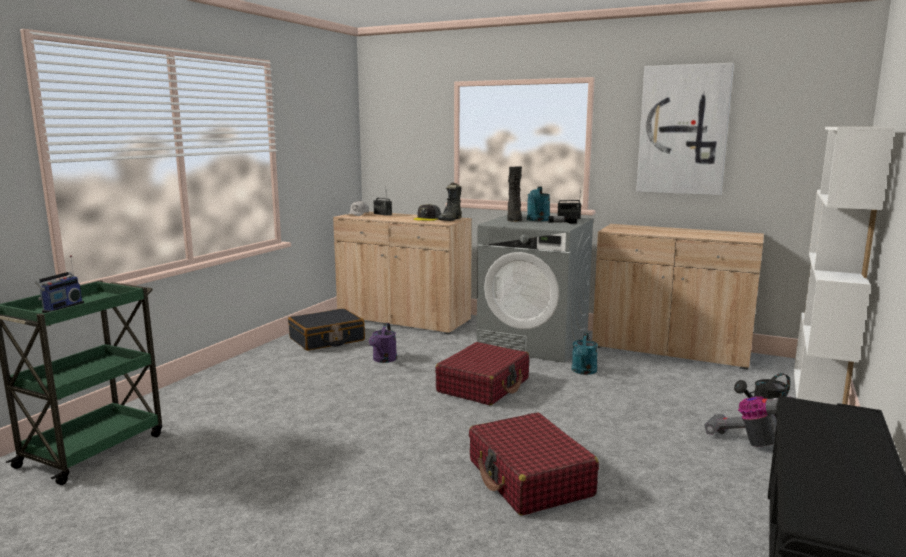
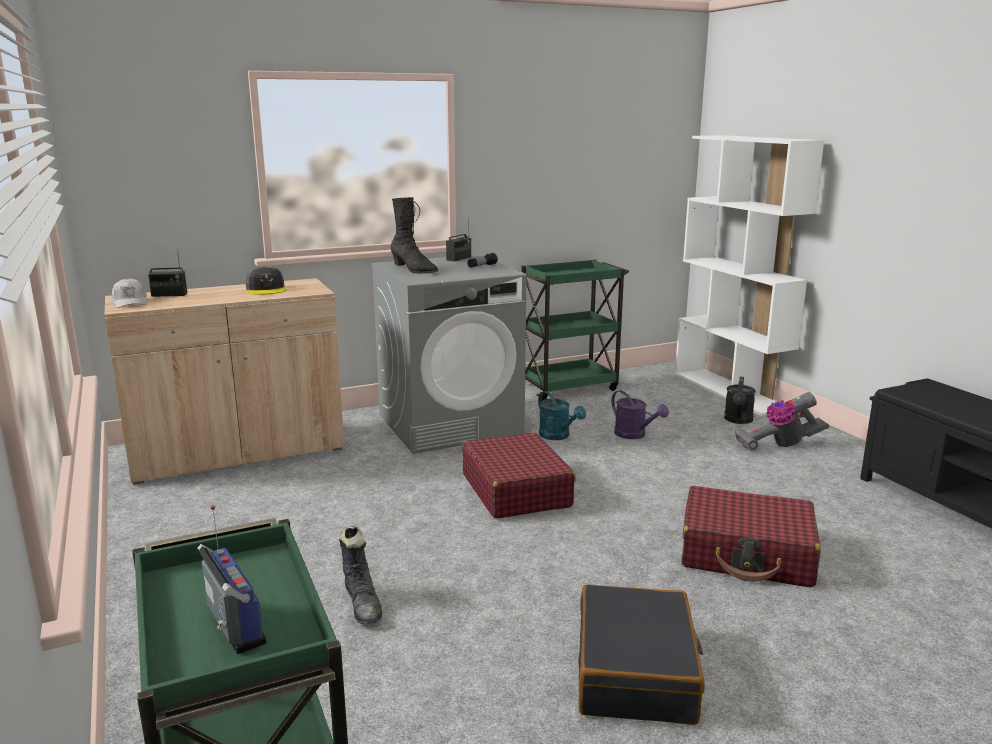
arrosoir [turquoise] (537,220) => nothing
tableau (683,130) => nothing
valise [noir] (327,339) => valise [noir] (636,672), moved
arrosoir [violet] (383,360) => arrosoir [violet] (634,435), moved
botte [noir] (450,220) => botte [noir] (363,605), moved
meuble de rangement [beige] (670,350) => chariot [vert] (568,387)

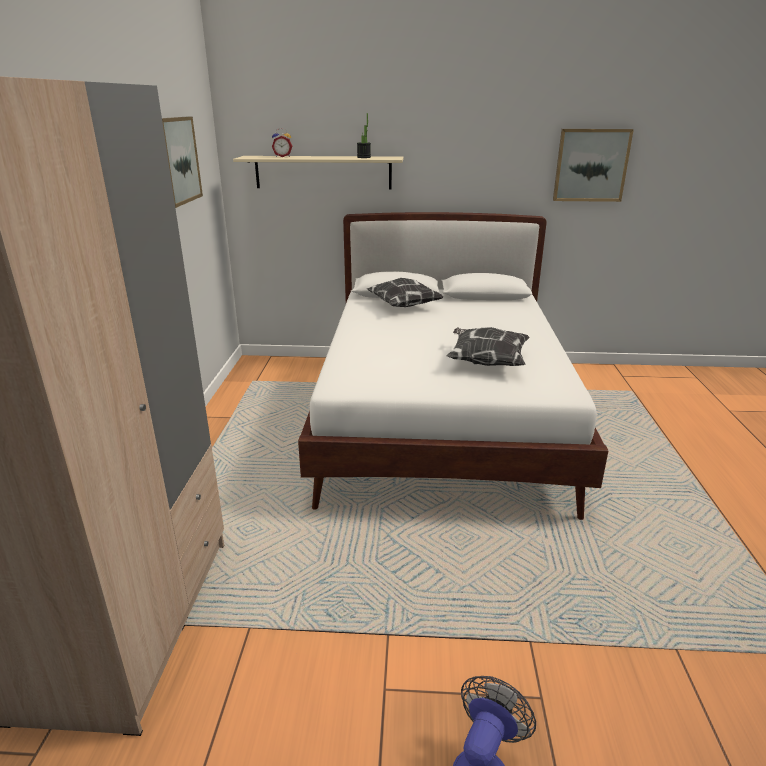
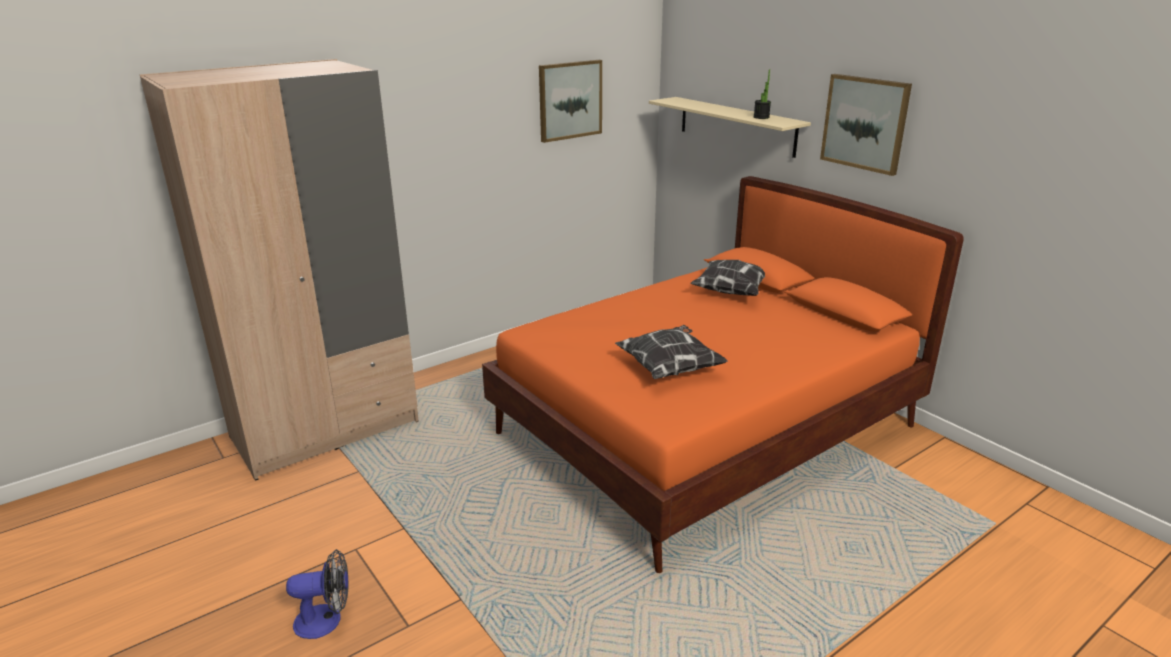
réveil (283,156) => nothing
tableau (591,165) => tableau (865,123), moved
lit [blanc] (441,421) => lit [orange] (706,430)

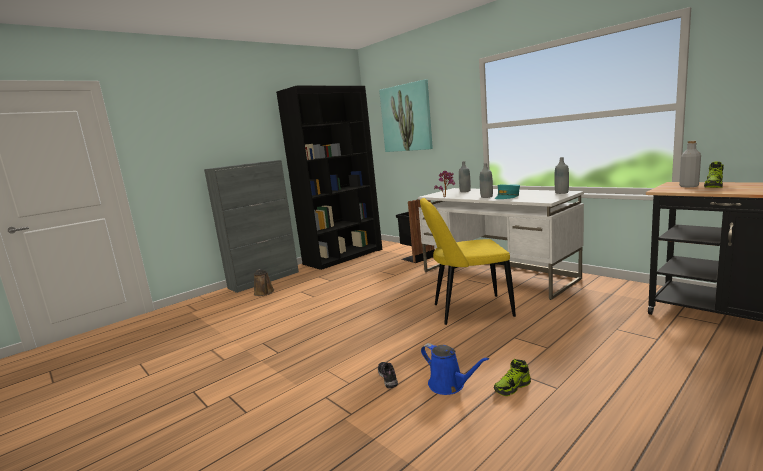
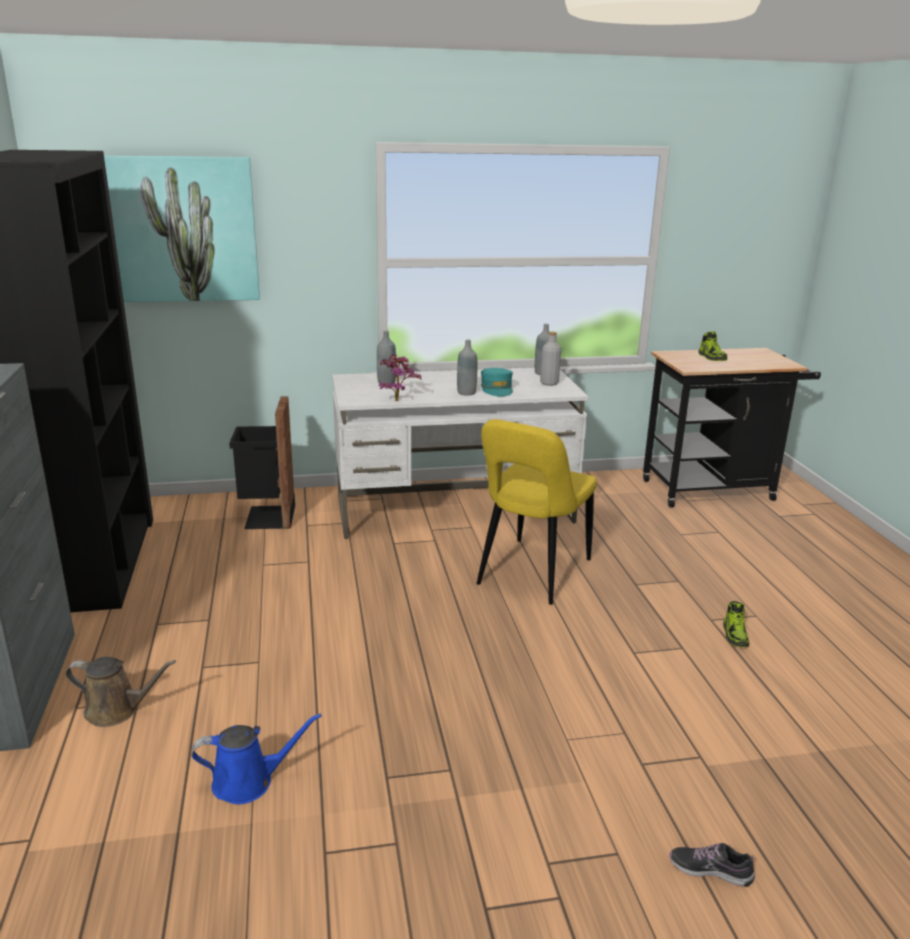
chaussure (388,378) => chaussure (710,870), moved
arrosoir [bleu] (449,385) => arrosoir [bleu] (249,782), moved
bouteille [gris] (689,186) => bouteille [gris] (549,383), moved

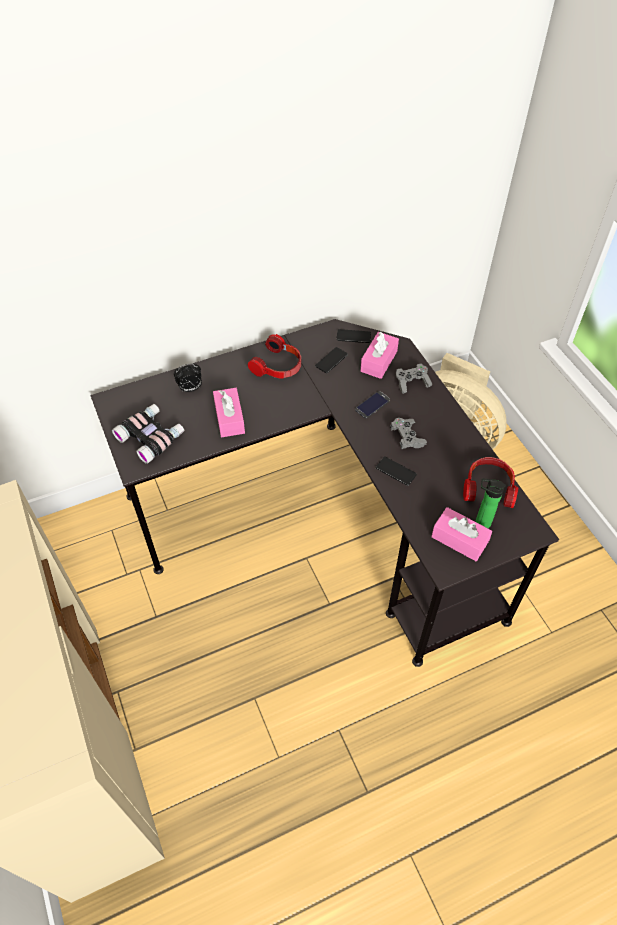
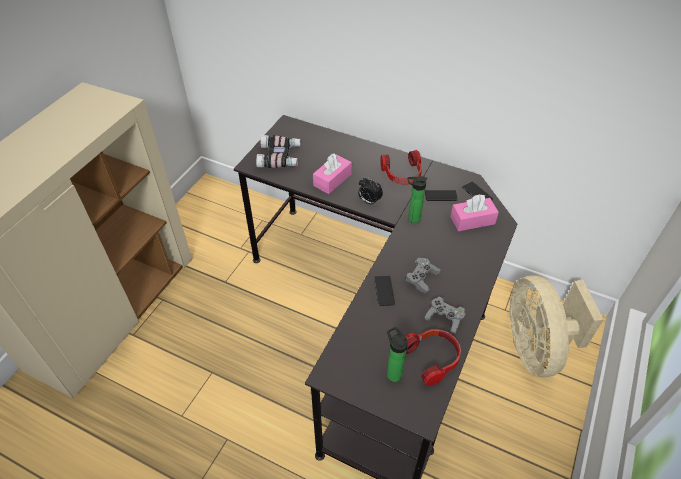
téléphone (372,405) => nothing
boîte à mouchoirs [rose] (459,539) => nothing
nothing => bouteille (412,218)
réveil (190,389) => réveil (369,201), moved
manette [gris] (412,383) => manette [gris] (444,318), moved

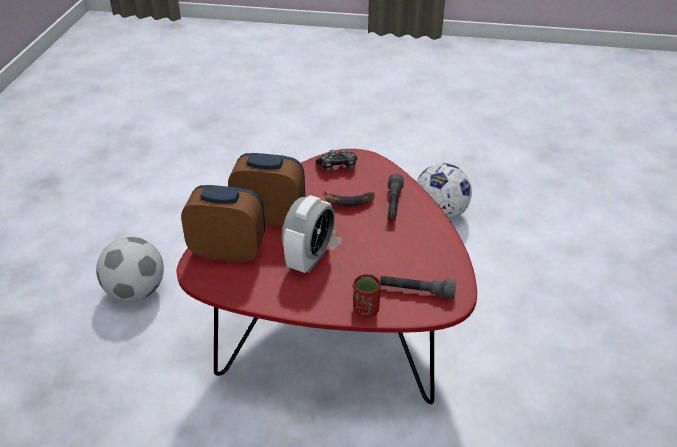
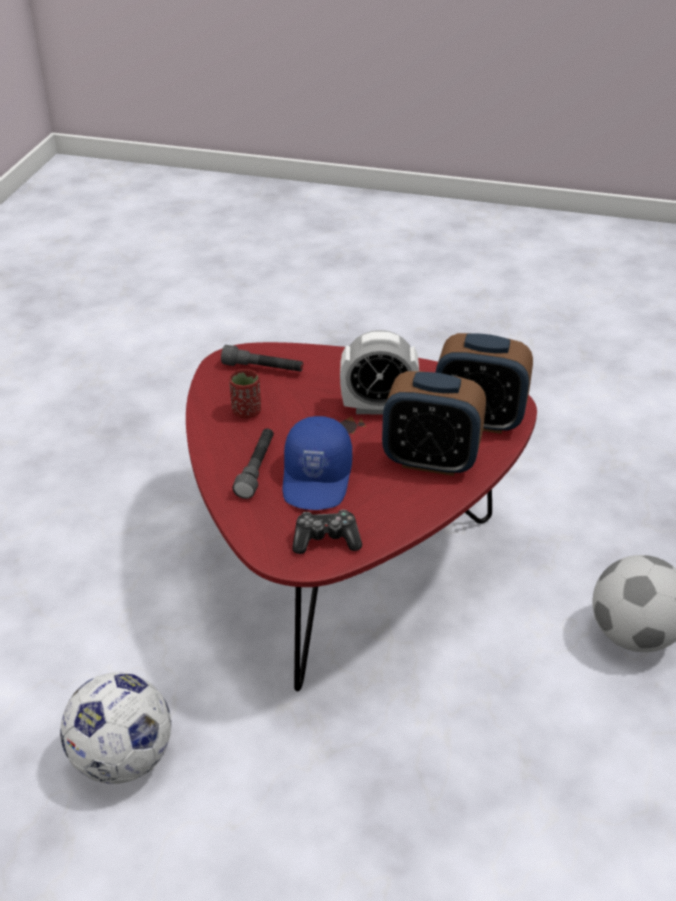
tasse [rouge] (366,310) => tasse [rouge] (246,412), moved
banane (349,201) => casquette [bleu] (318,478)
réveil (309,258) => réveil (378,407), 120 degrees counterclockwise

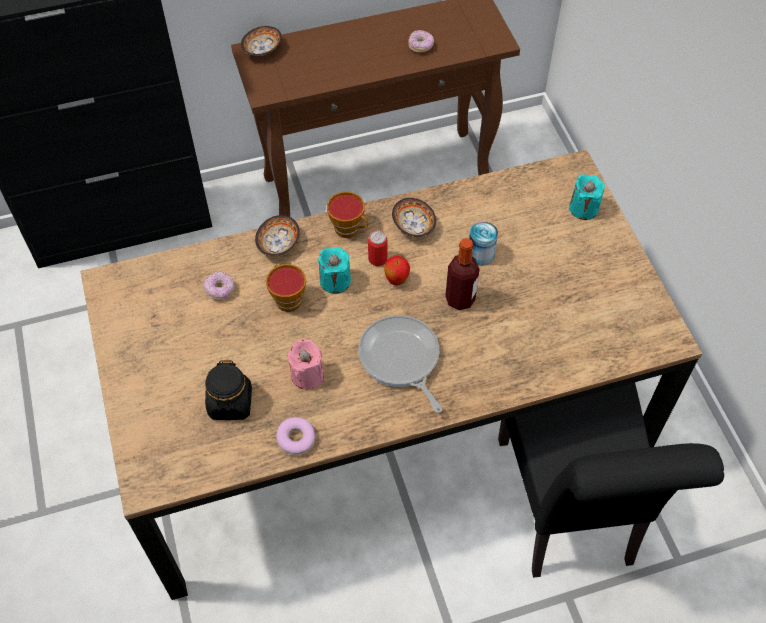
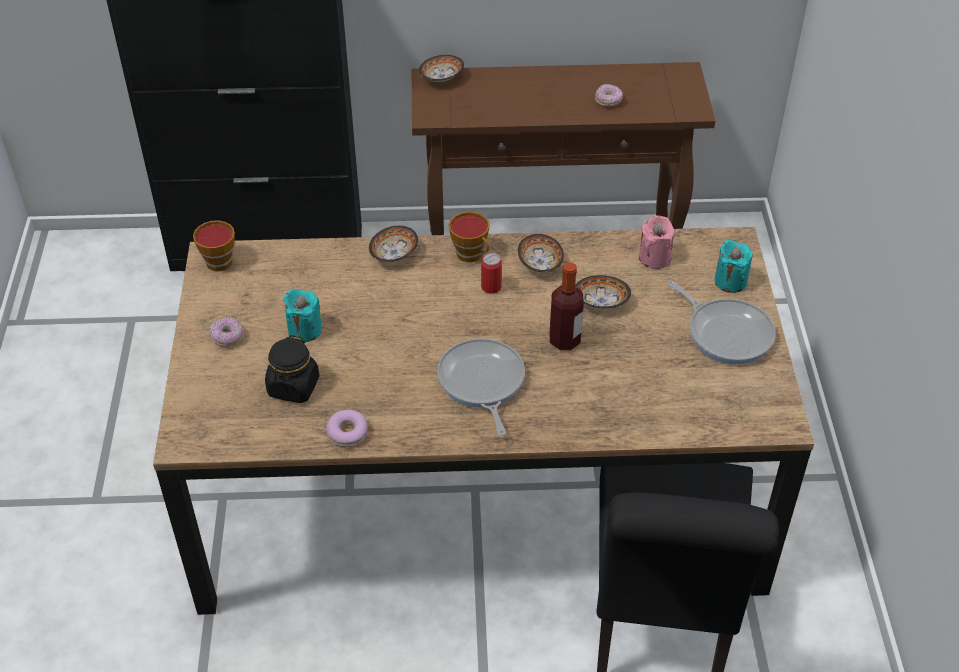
pomme (396,280) => nothing
nothing => poêle (726,333)
beignet (220,290) => beignet (227,337), moved
tasse (287,299) => tasse (218,260), moved
bougie [rose] (307,375) => bougie [rose] (654,258), moved
bougie [turquoise] (335,281) => bougie [turquoise] (304,330), moved
boîte métallique (480,254) => bol (602,303)

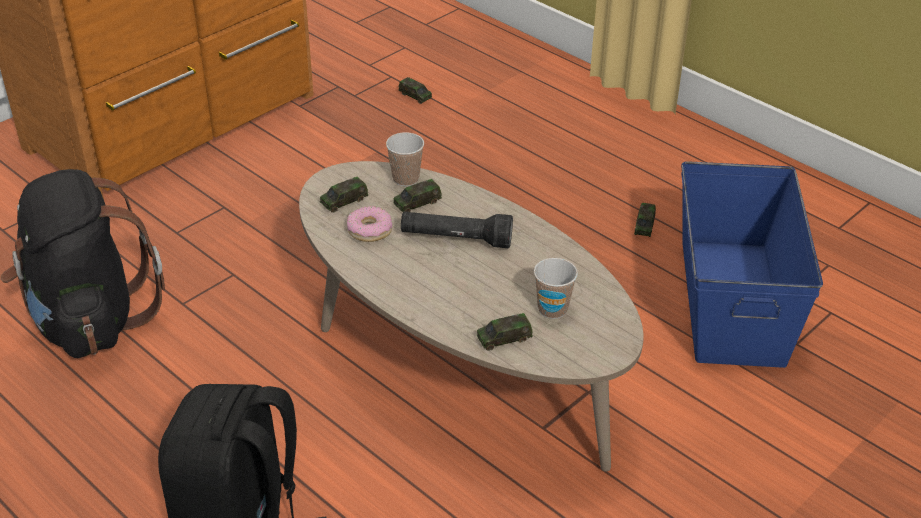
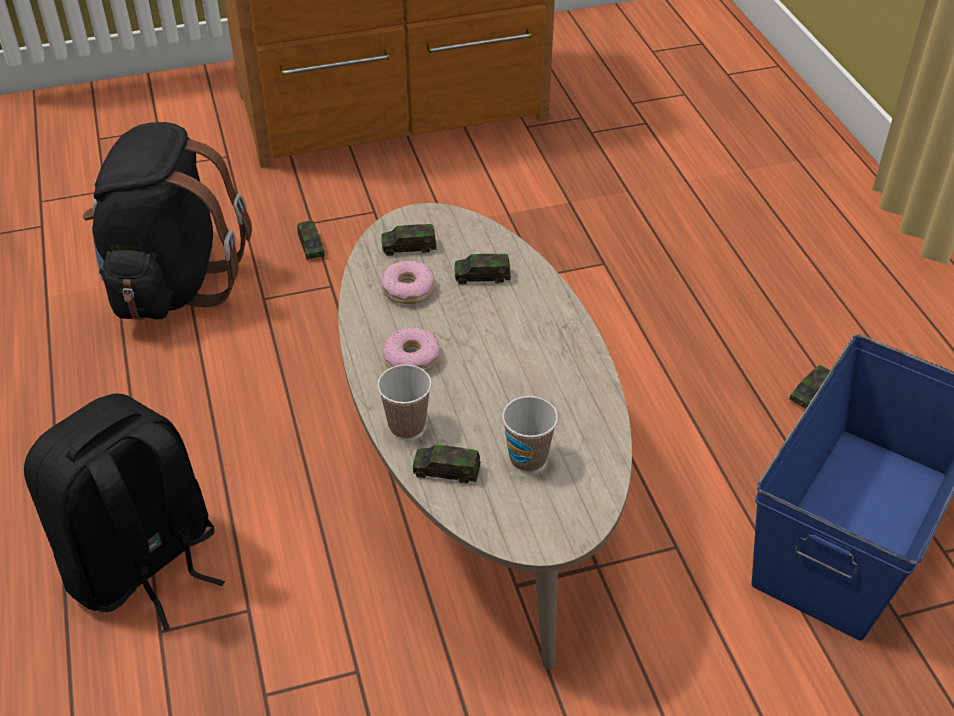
lampe de poche [noir] (456,239) => nothing
nothing => beignet (411,358)
tasse (405,179) => tasse (407,425), moved
petite voiture (415,96) => petite voiture (311,246), moved

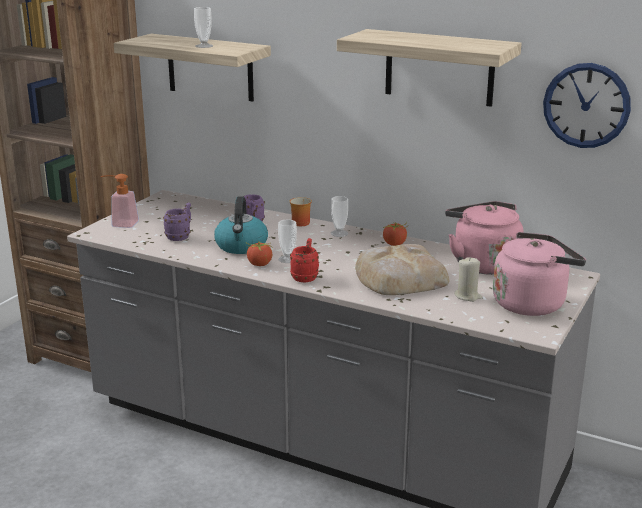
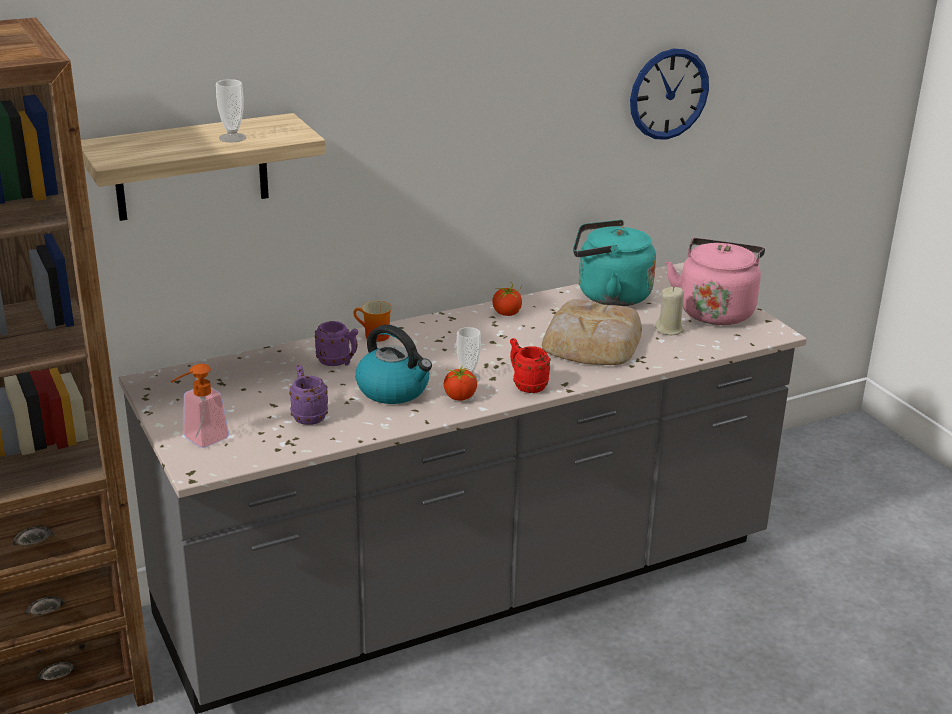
tasse (339,233) => nothing
étagère (439,67) => nothing
bouilloire [rose] (482,264) => bouilloire [turquoise] (608,295)

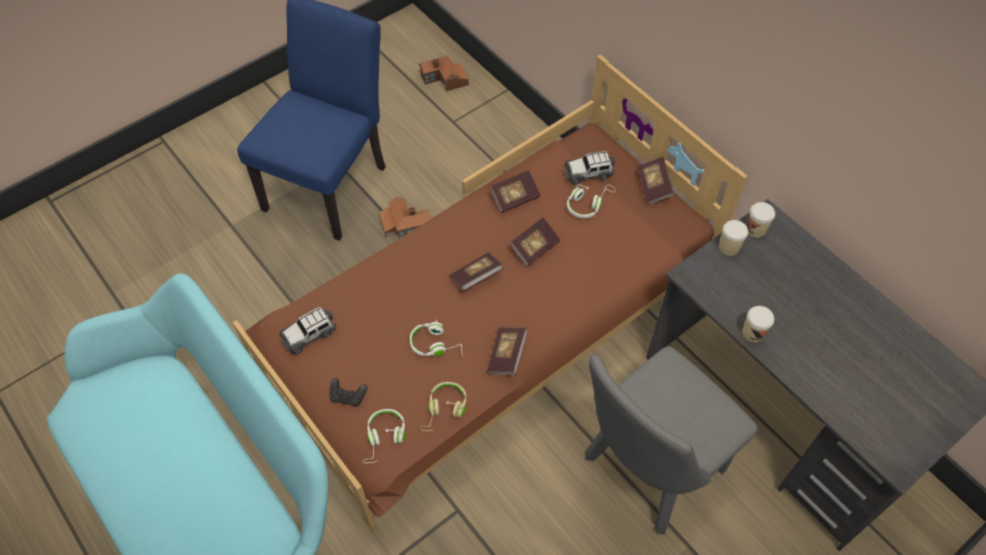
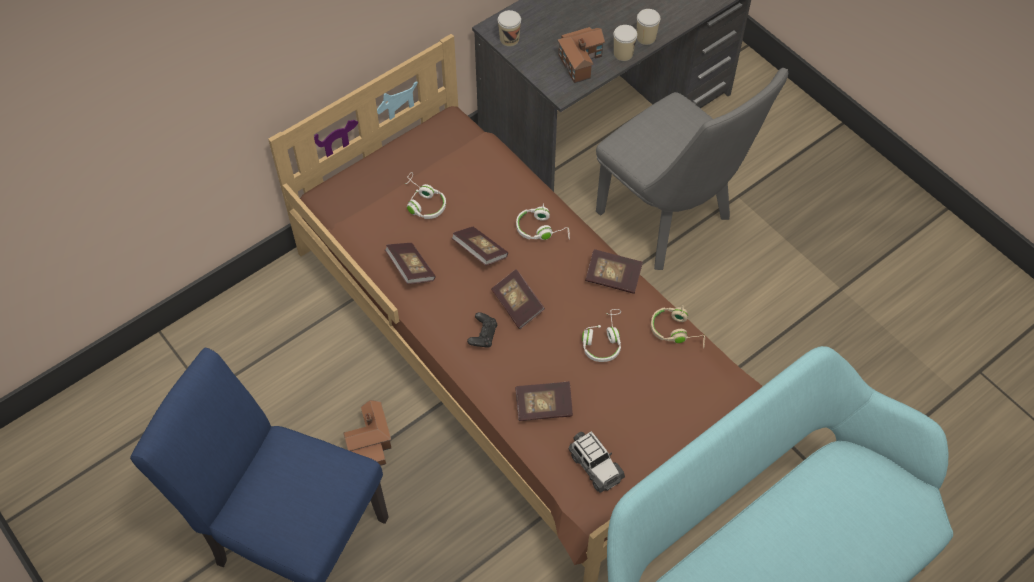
petite voiture (588,173) => nothing
manette [noir] (348,396) => manette [noir] (483,335), moved
casque audio [blanc] (384,438) => casque audio [blanc] (542,229), moved
maison miniature (444,79) => maison miniature (580,58), moved
livre (653,187) => livre (543,407), moved
tasse (728,247) => tasse (646,38), moved

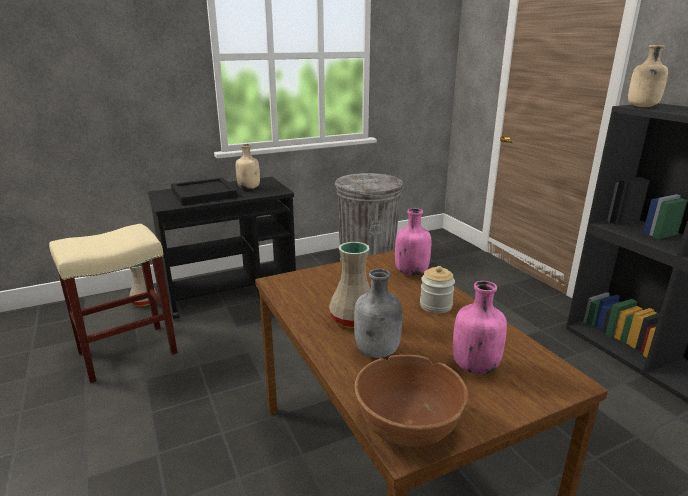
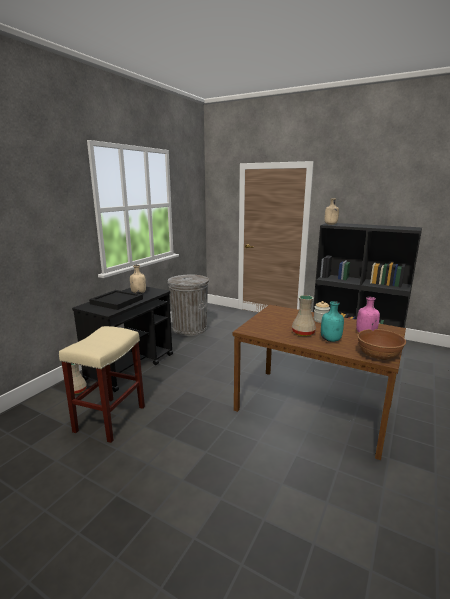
bouteille [rose] (411,272) => nothing
bouteille [gris] (378,351) => bouteille [turquoise] (331,340)

